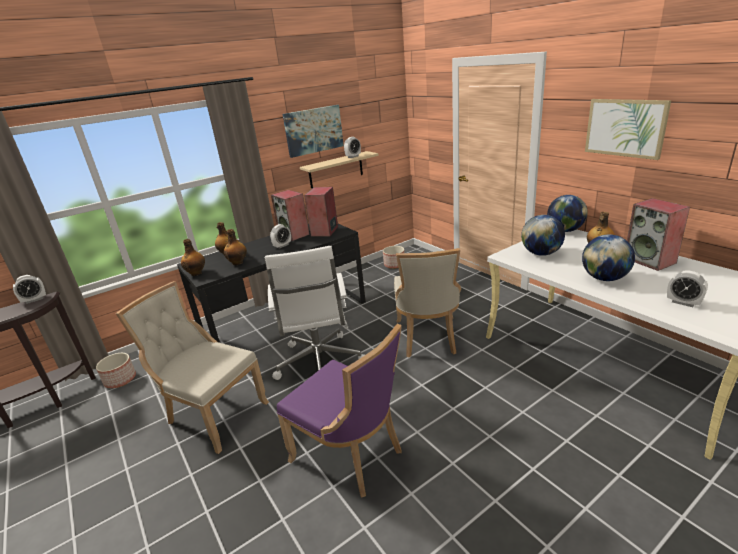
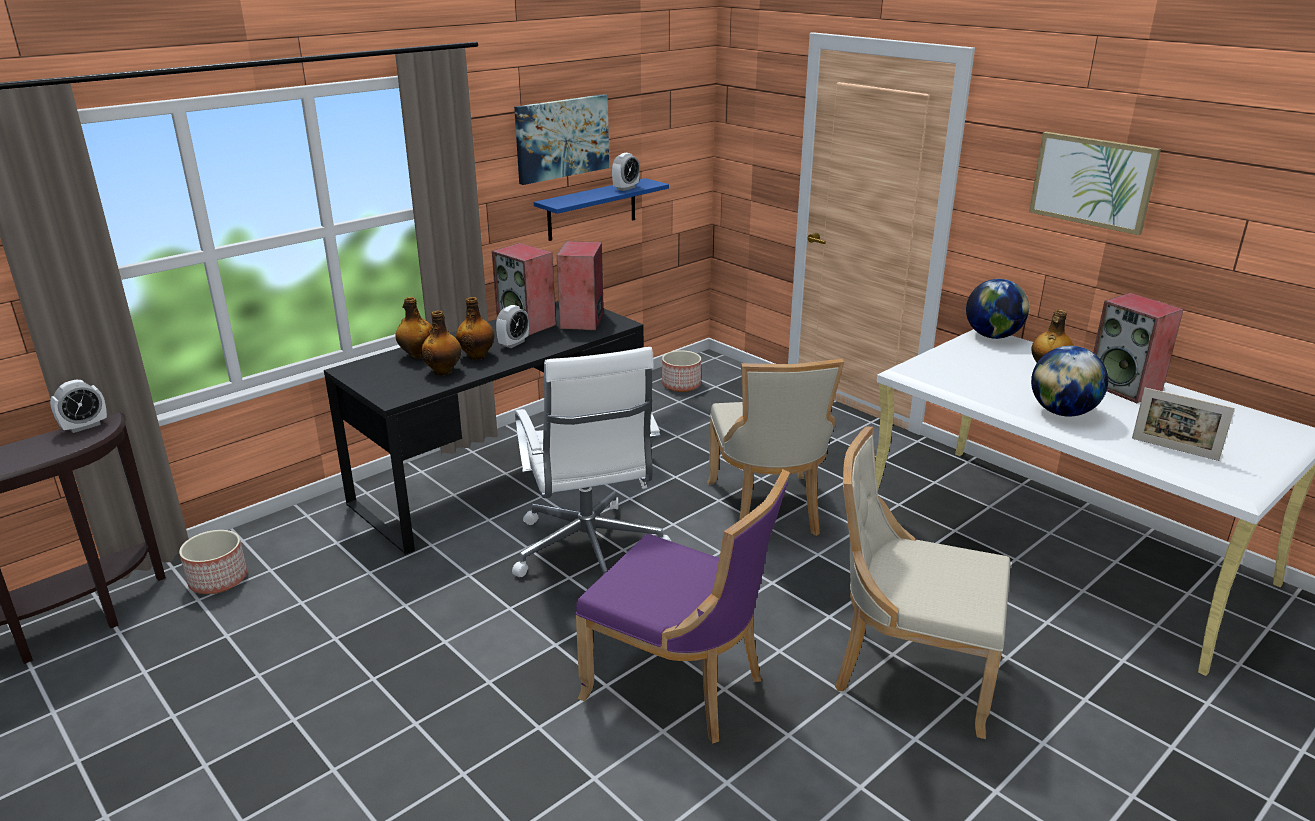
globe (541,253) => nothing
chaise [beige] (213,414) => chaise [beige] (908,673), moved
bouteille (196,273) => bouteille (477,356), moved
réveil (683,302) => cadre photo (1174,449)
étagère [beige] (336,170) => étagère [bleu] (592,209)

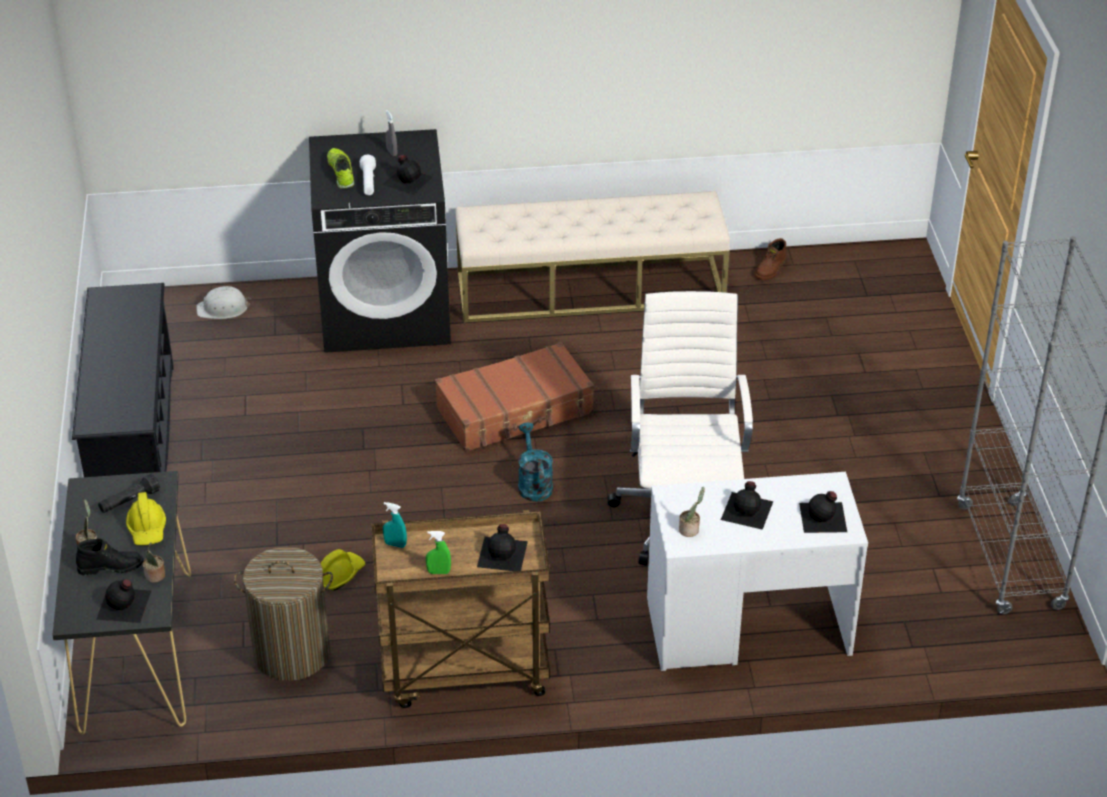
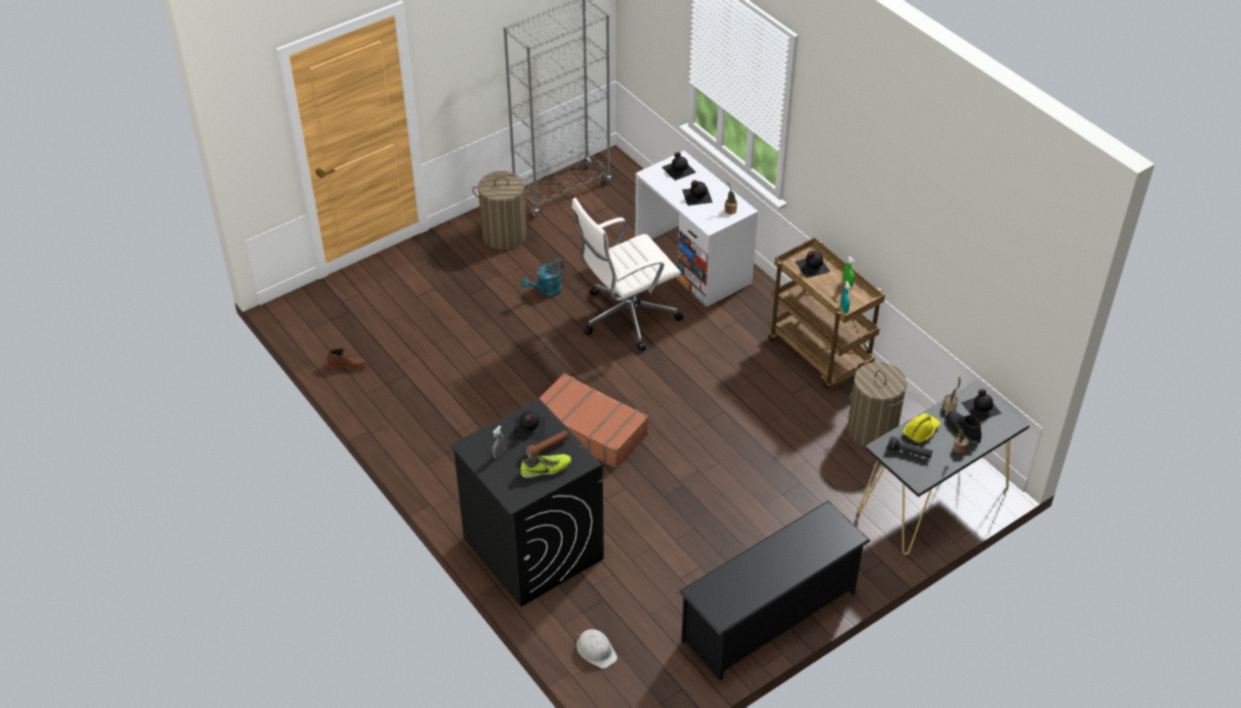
casque de chantier [jaune] (339,574) => nothing
banc [beige] (591,288) => nothing
nothing => panier à linge (504,235)
arrosoir [turquoise] (533,483) => arrosoir [turquoise] (546,291), moved
lampe de poche [blanc] (368,182) => lampe de poche [marron] (547,448)
chaussure (341,173) => chaussure (546,469), 150 degrees counterclockwise

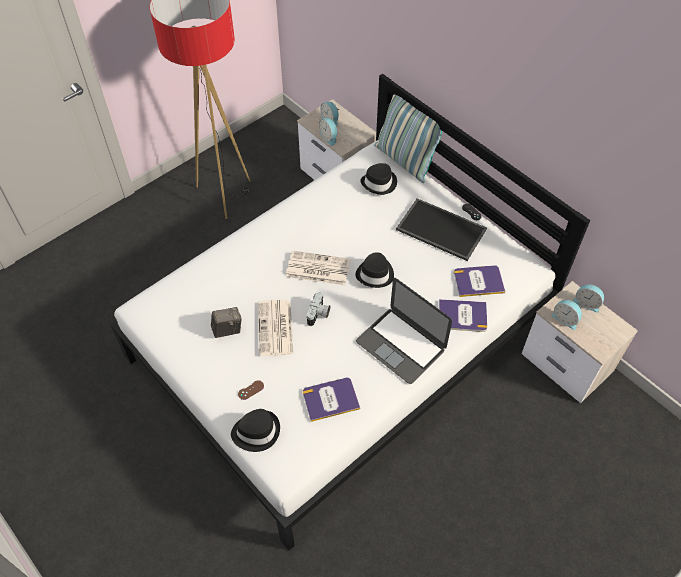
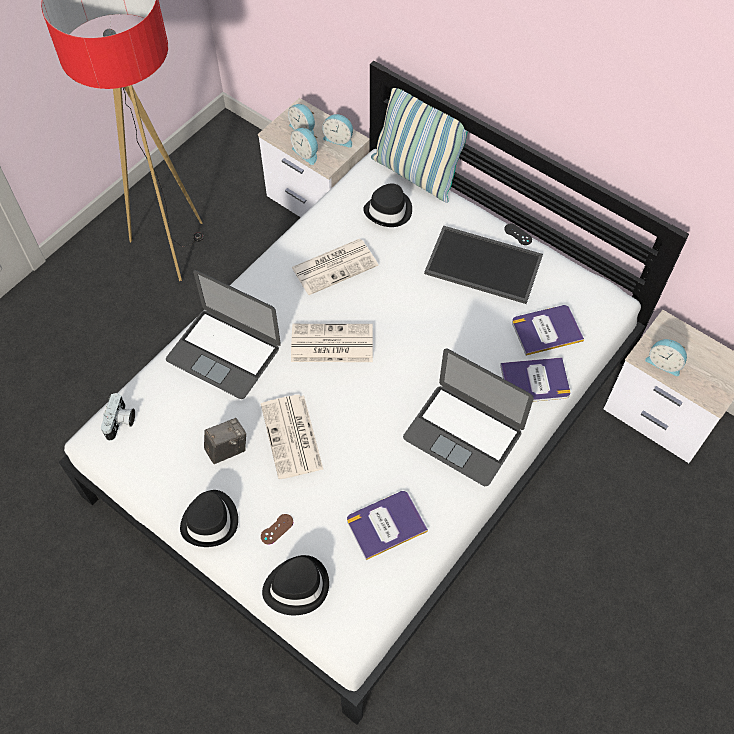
nothing => ordinateur portable (224,353)
nothing => journal (335,266)
appareil photo (319,315) => appareil photo (121,422), moved
chapeau [noir] (375,274) => chapeau [noir] (211,521), moved
réveil (587,303) => réveil (339,138), moved

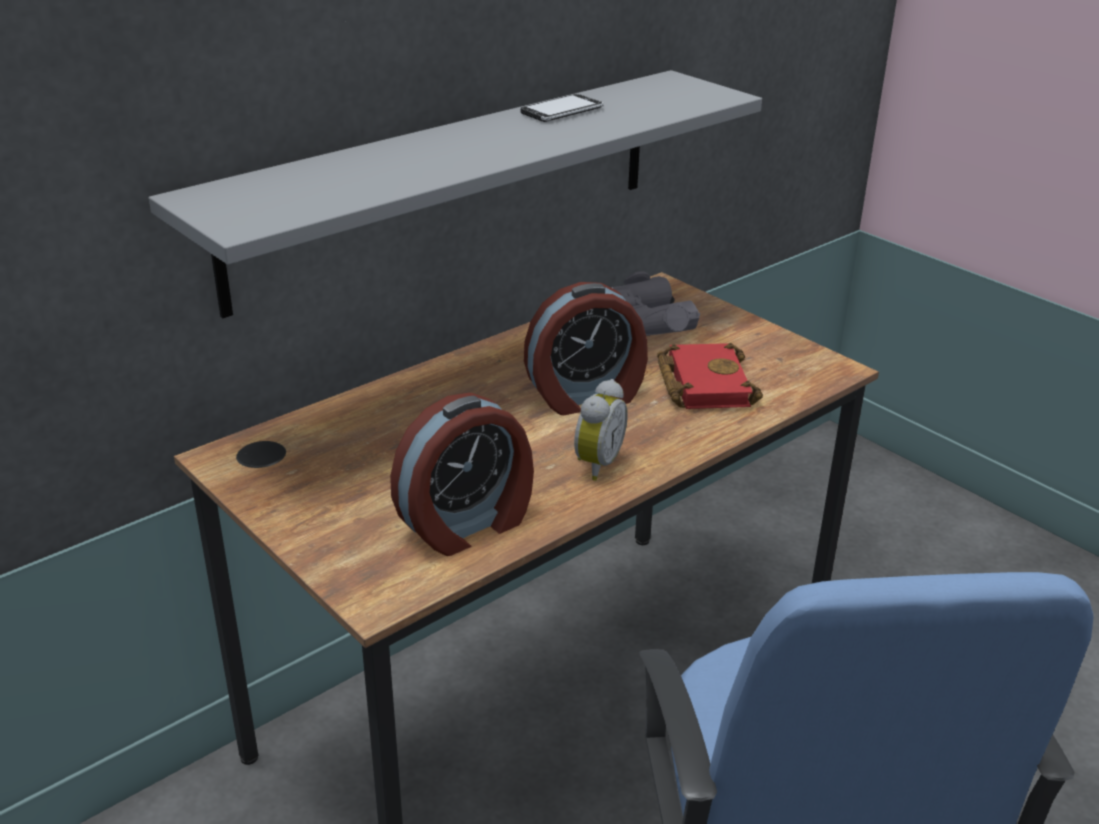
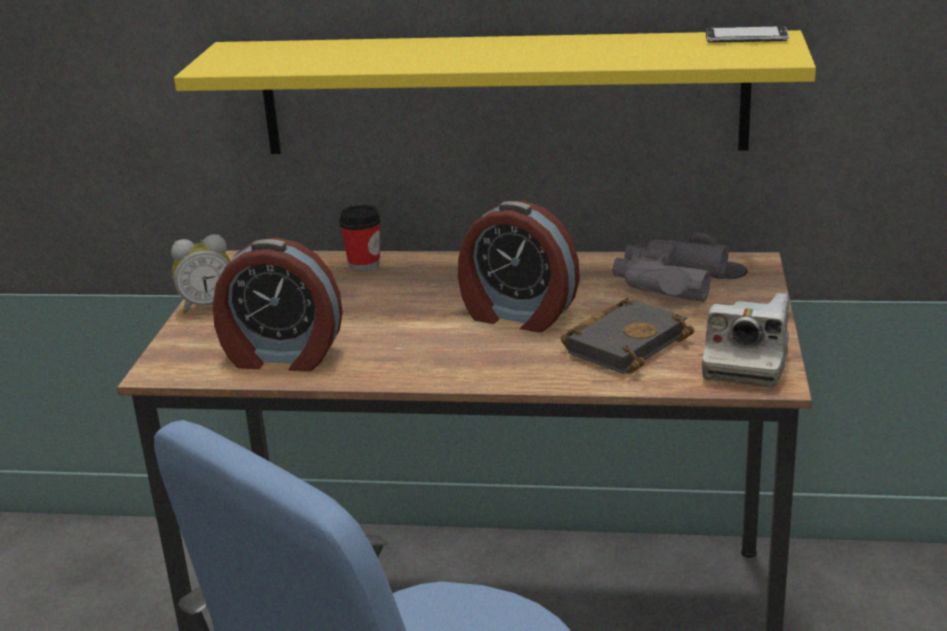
nothing => tasse (364,264)
nothing => appareil photo (746,362)
téléphone (562,111) => téléphone (746,38), moved
réveil (595,464) => réveil (208,305), moved
étagère [gris] (450,185) => étagère [jaune] (501,94)
livre [rouge] (702,383) => livre [noir] (625,343)

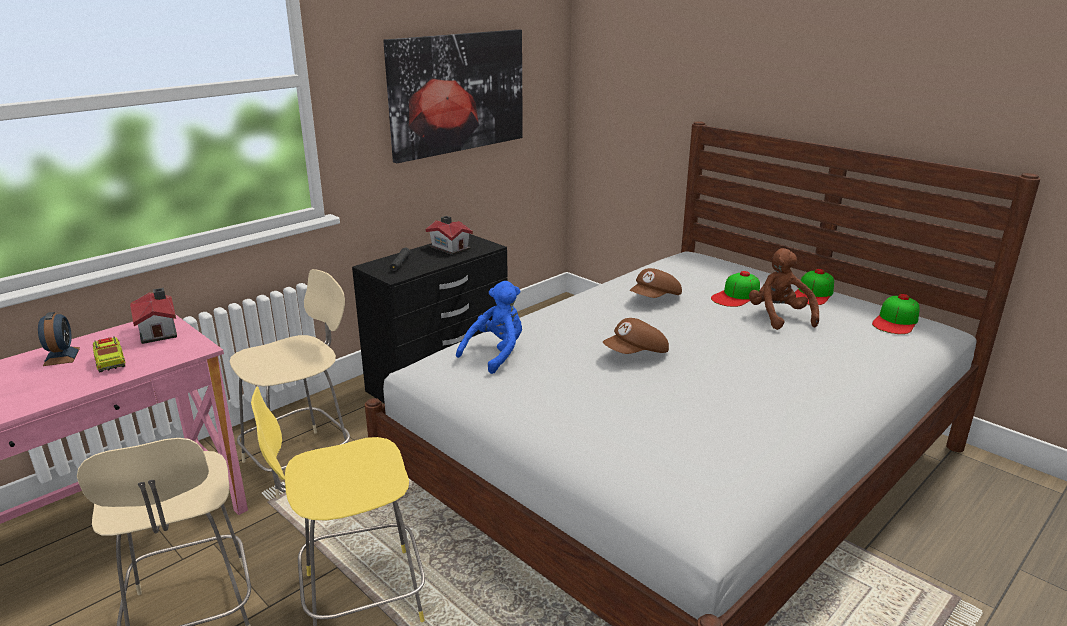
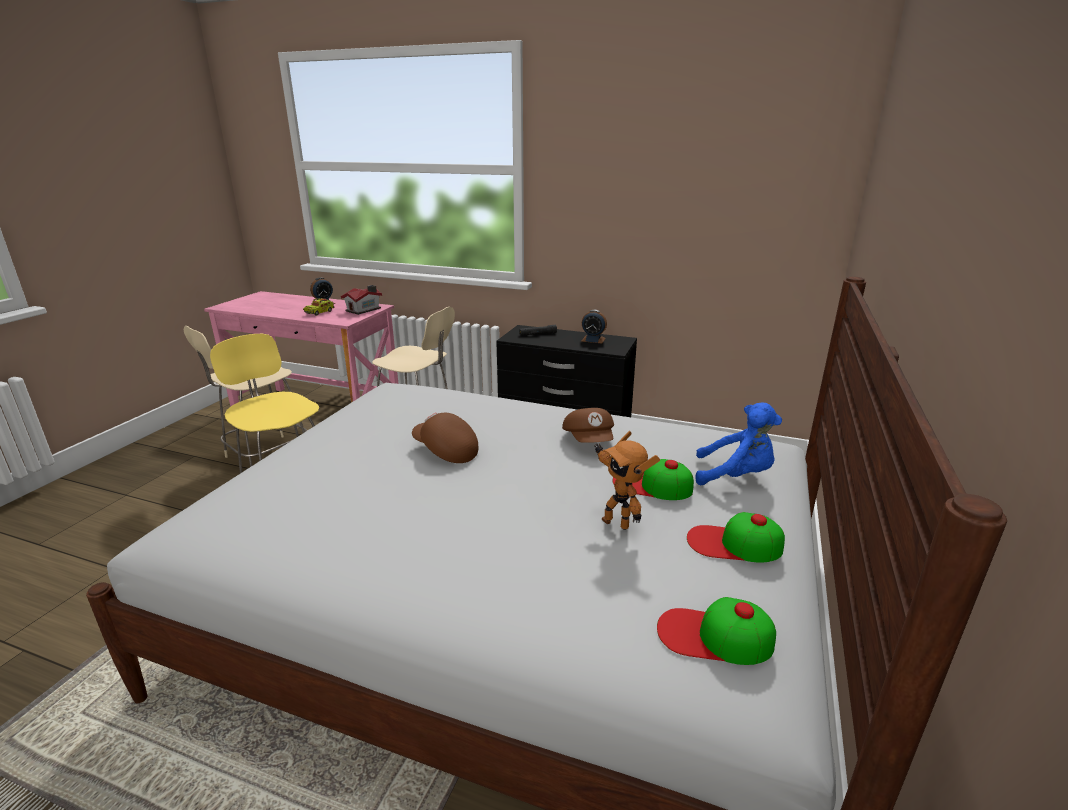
tableau (457,93) => nothing
peluche [bleu] (496,354) => peluche [bleu] (735,476), moved
maison miniature (450,247) => réveil (593,339)
peluche [marron] (779,317) => robot jouet (617,522)
casquette [marron] (655,299) => casquette [marron] (589,441), 120 degrees counterclockwise

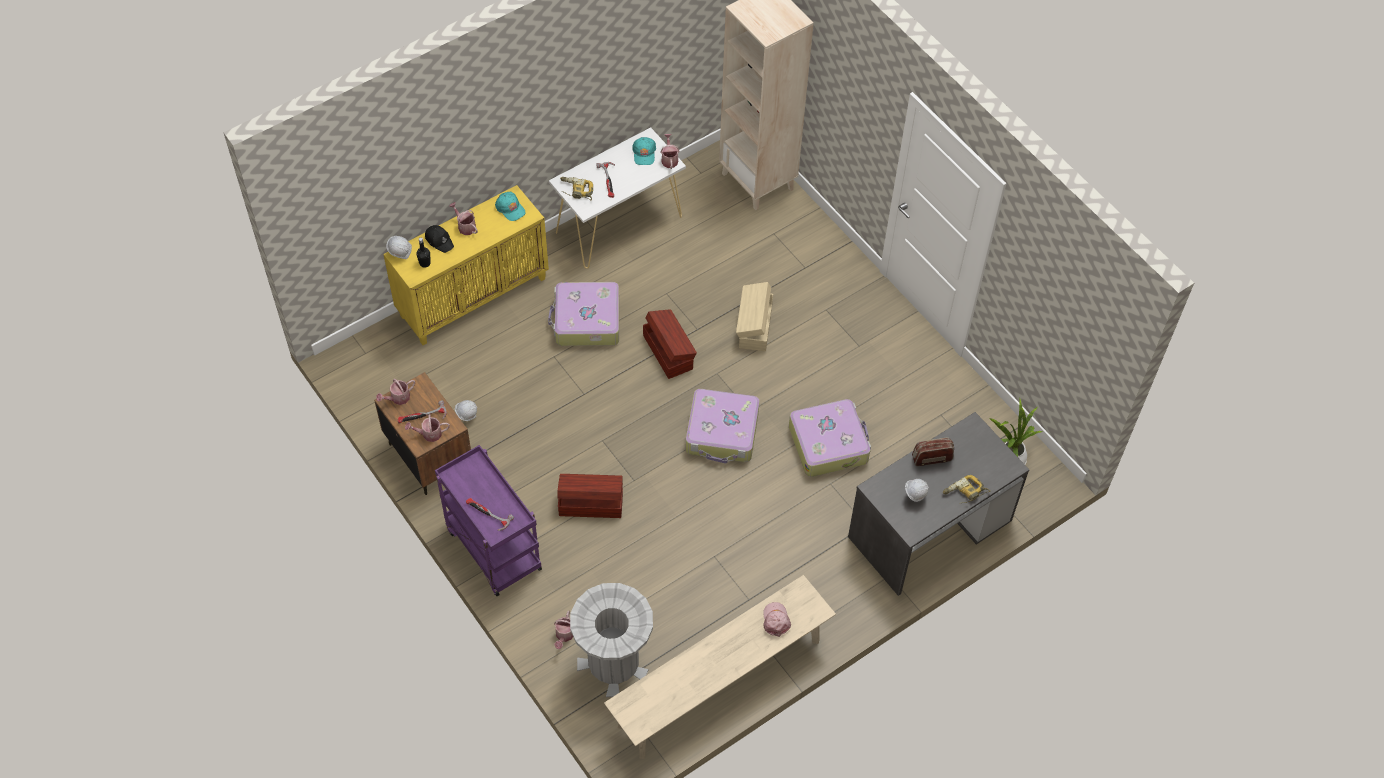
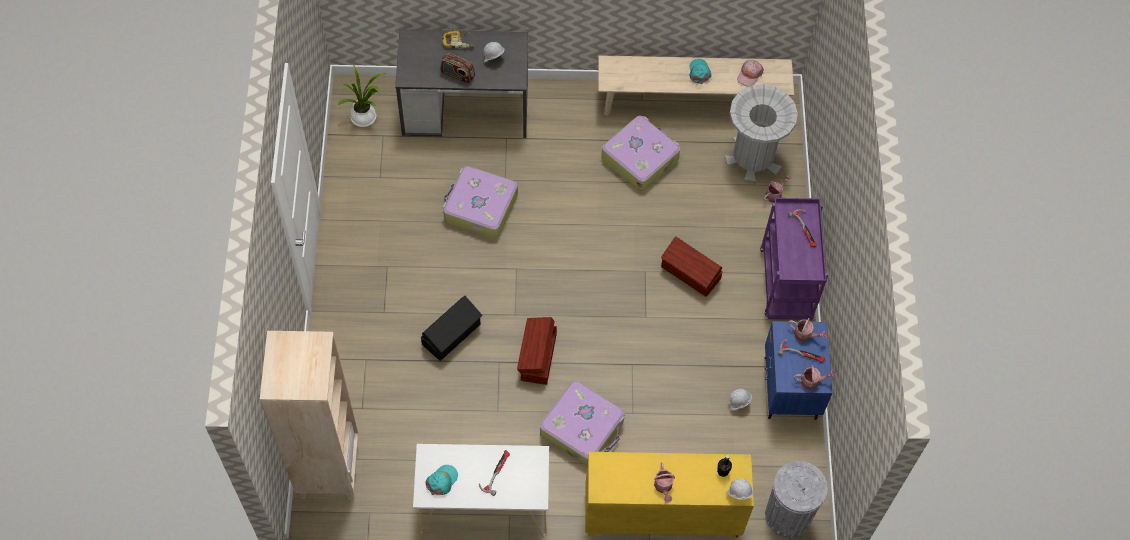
casquette [noir] (439,240) => nothing
perceuse (576,191) => nothing
arrosoir (669,159) => nothing
nothing => poubelle [gris] (787,516)
casquette [turquoise] (510,208) => casquette [turquoise] (699,72), moved
valise (722,433) => valise (640,158), moved
casquette [rose] (776,620) => casquette [rose] (749,75), moved
table de chevet [marron] (429,456) => table de chevet [bleu] (789,389)
boîte de rangement [beige] (754,326) => boîte de rangement [noir] (452,334)

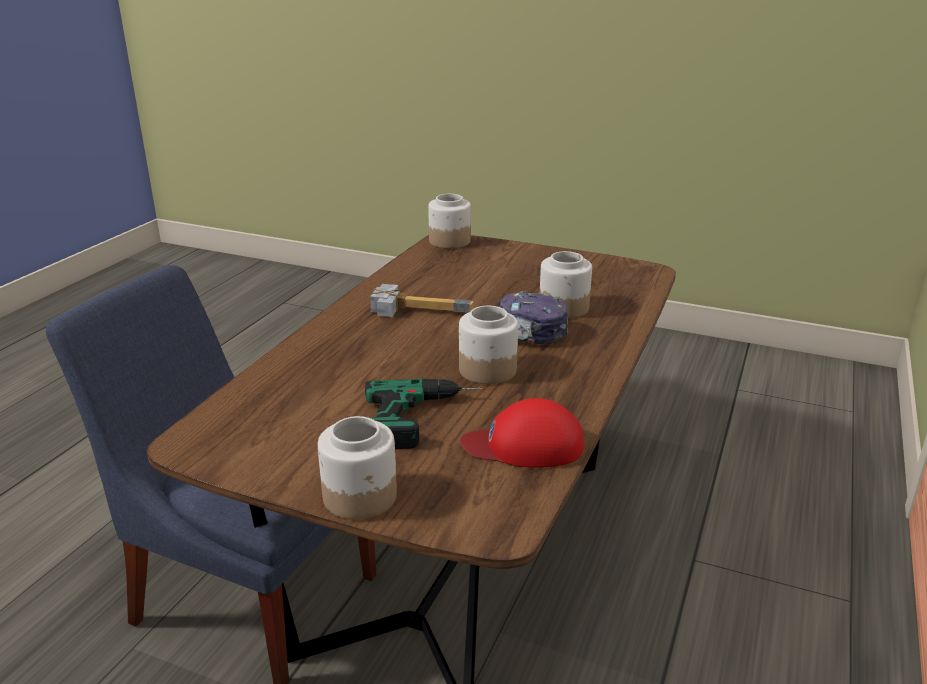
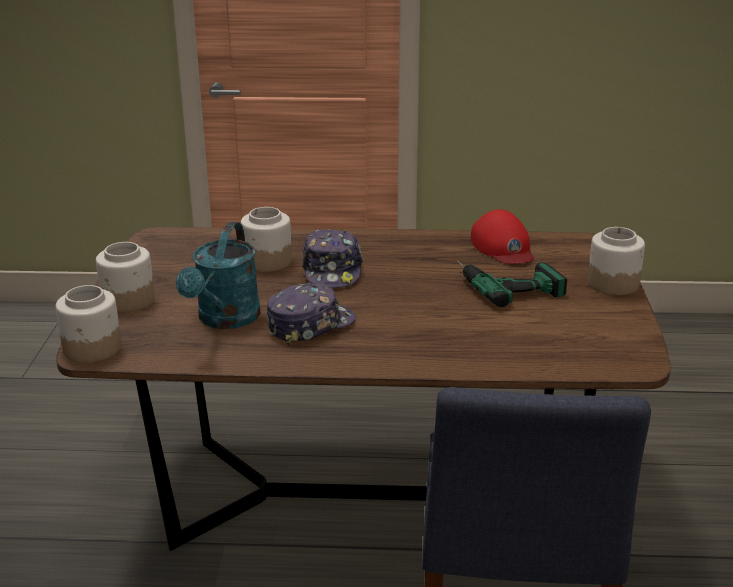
nothing => arrosoir [turquoise] (225,320)
bocal (487,370) => bocal (128,301), moved
marteau (420,308) => casquette (310,325)

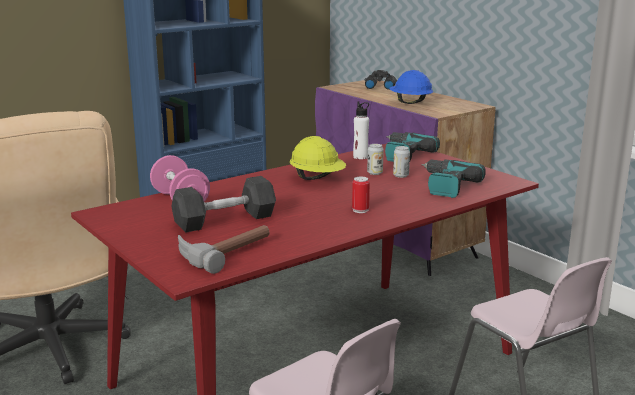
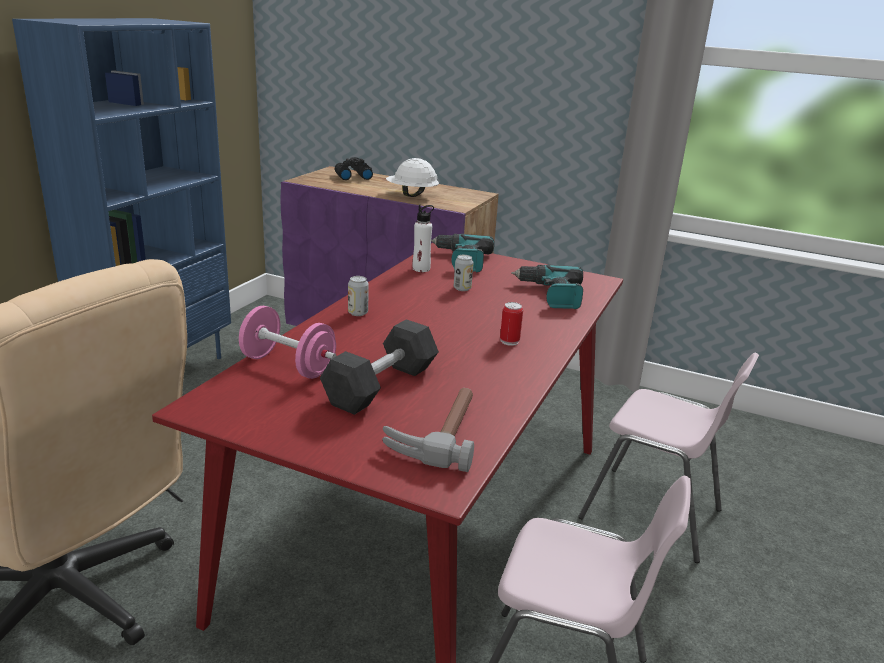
casque de chantier [jaune] (318,179) => nothing
boîte métallique (401,175) => boîte métallique (358,313), moved
casque de chantier [bleu] (410,102) => casque de chantier [blanc] (411,195)

